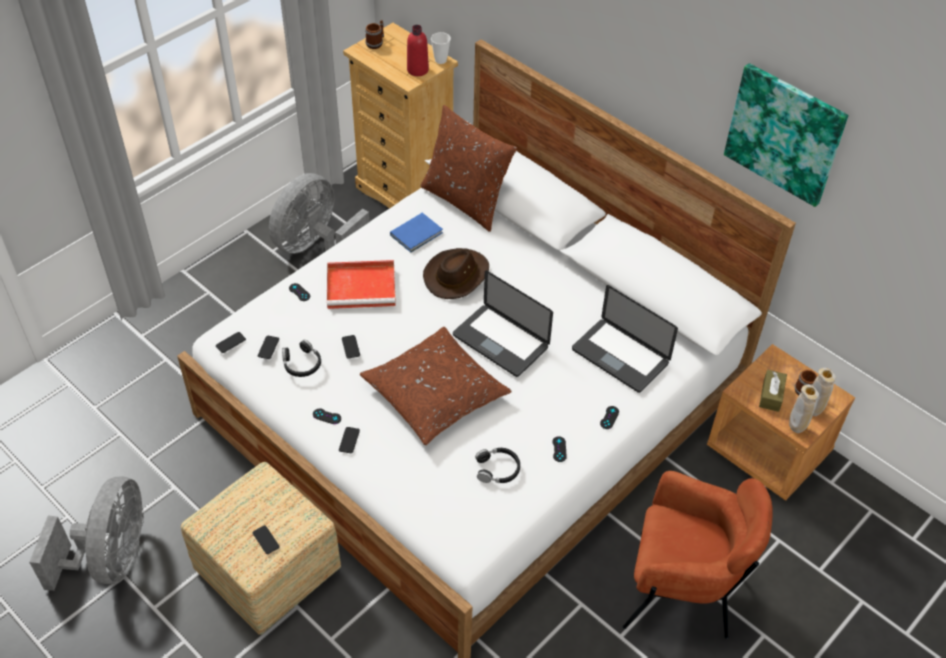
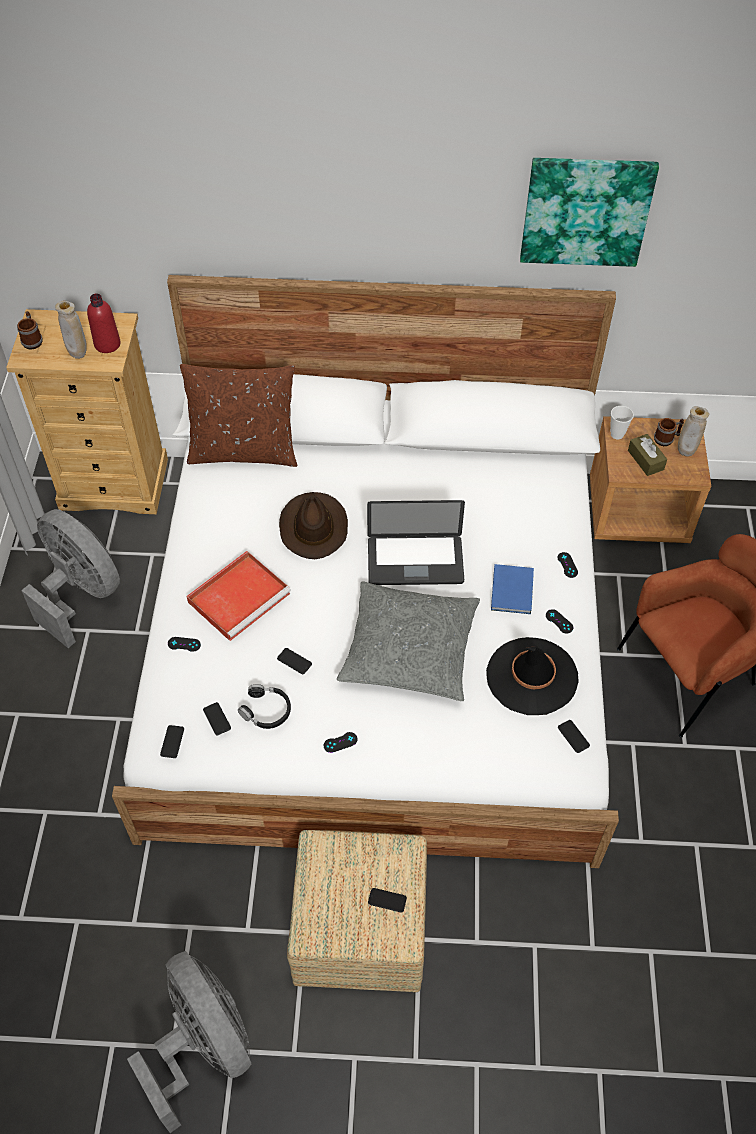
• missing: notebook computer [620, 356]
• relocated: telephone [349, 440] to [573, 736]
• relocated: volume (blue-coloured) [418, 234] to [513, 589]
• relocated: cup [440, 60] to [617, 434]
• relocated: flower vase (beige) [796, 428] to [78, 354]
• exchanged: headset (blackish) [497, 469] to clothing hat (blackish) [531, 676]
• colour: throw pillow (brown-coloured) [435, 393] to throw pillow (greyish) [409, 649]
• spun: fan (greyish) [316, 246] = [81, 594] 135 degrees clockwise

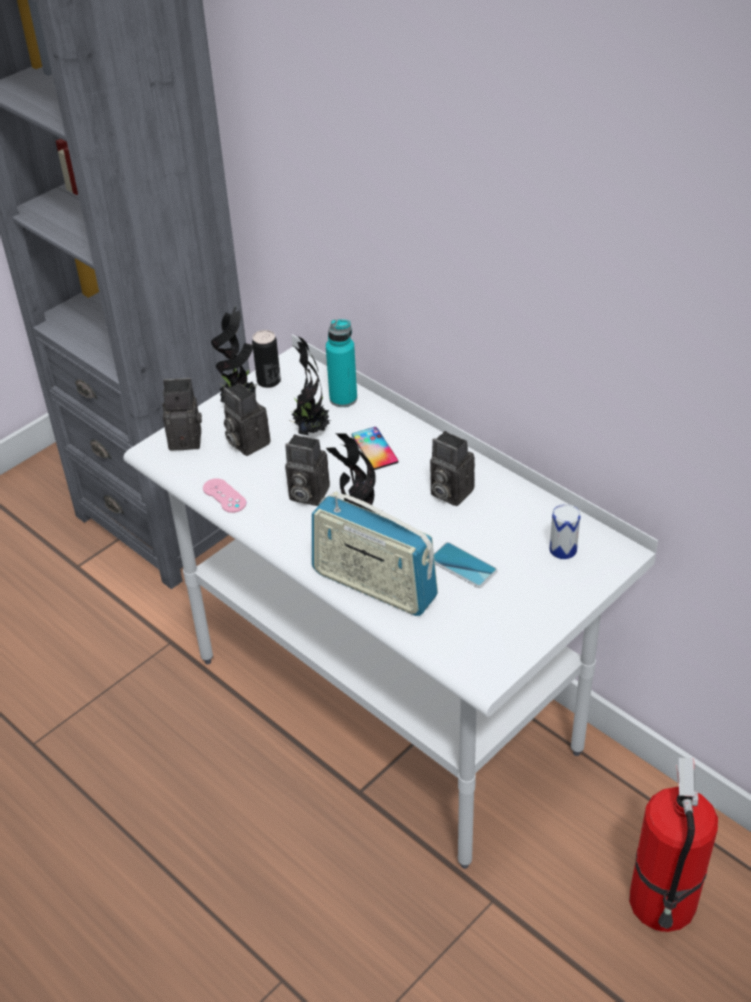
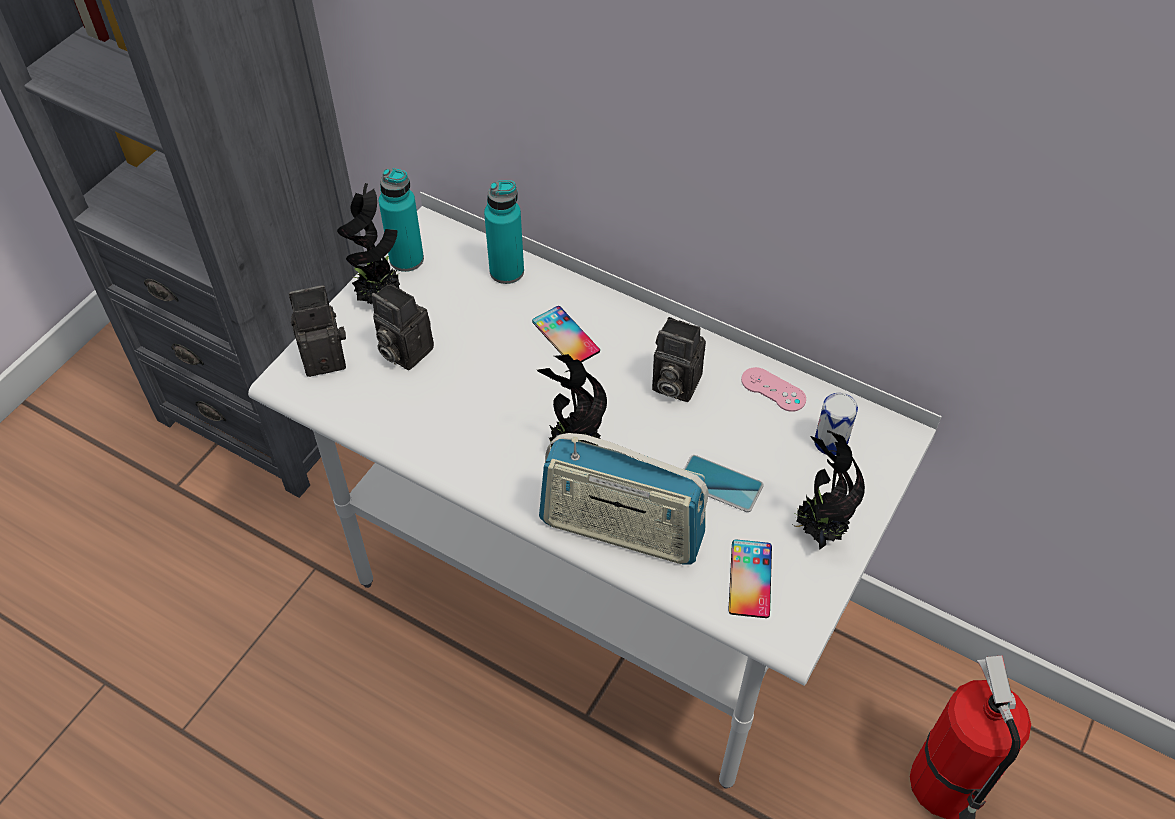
• missing: photo camera [306, 494]
• appeared: telephone [750, 578]
• relocated: game controller (pink-coloured) [224, 496] to [773, 390]
• relocated: potted plant [310, 430] to [817, 529]
• exchanged: metal can [269, 381] to beverage bottle (turquoise) [406, 259]

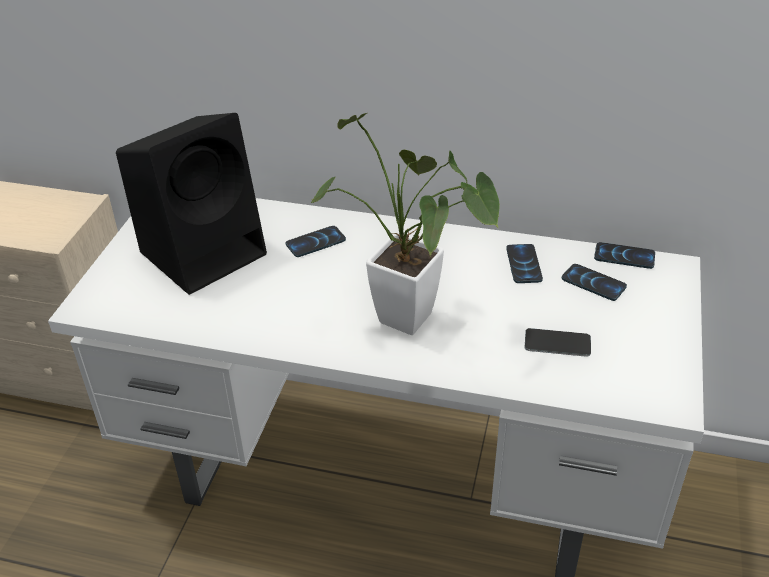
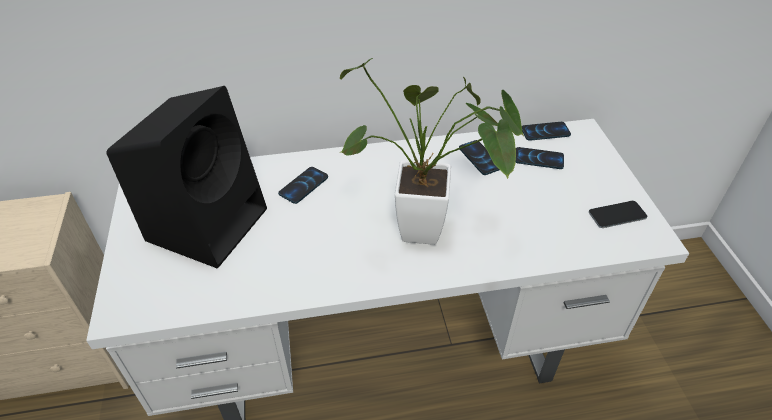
• relocated: telephone [557, 343] to [617, 215]

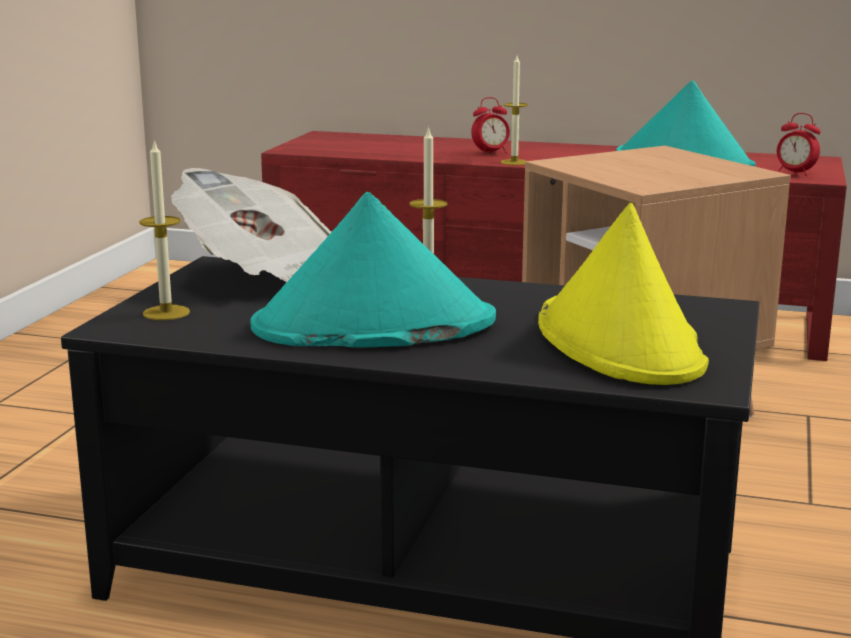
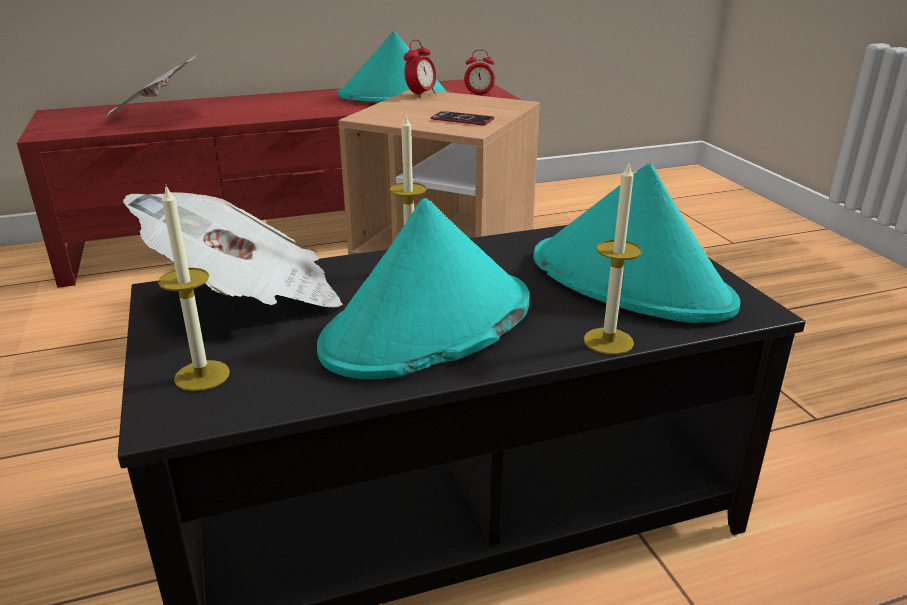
• appeared: daily paper [152, 117]
• appeared: telephone [462, 119]
• relocated: table clock [490, 153] to [420, 95]
• relocated: wax light [514, 162] to [608, 341]
• colour: clothing hat (yellow) [620, 342] to clothing hat (turquoise) [631, 282]

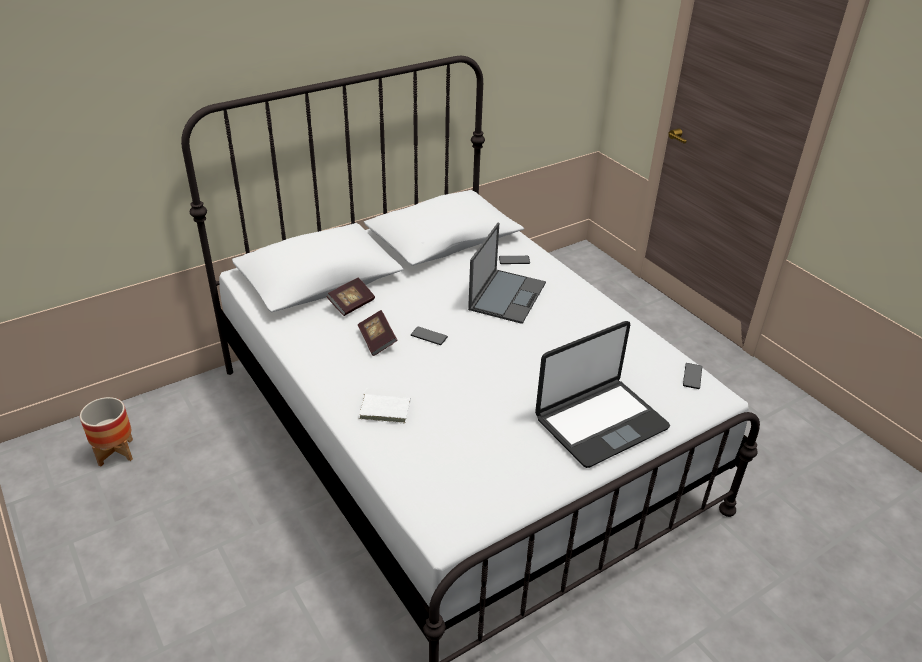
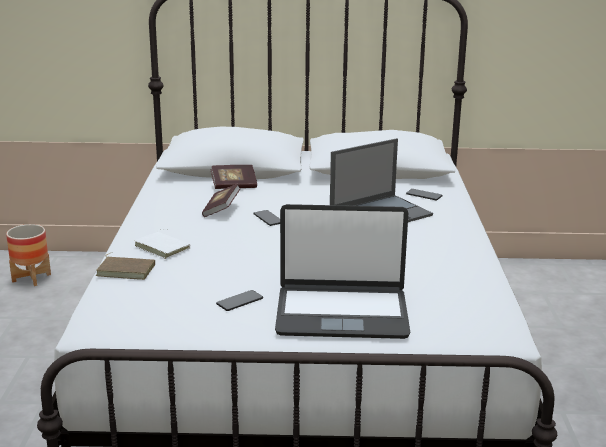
• appeared: volume (brown-coloured) [127, 270]
• relocated: telephone [692, 376] to [239, 301]

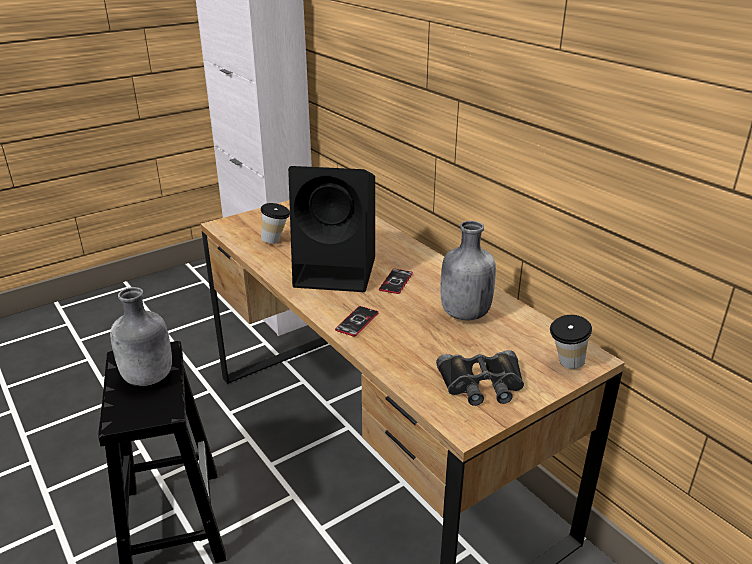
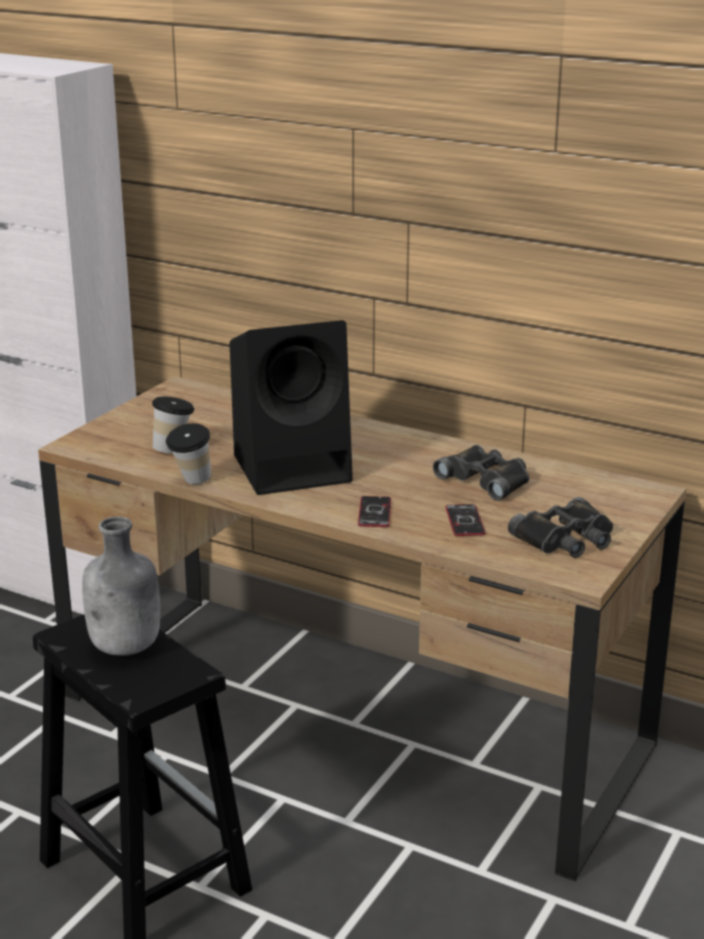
• relocated: telephone [396, 282] to [464, 521]
• relocated: cup [565, 365] to [191, 482]
• exchanged: beverage bottle (greyish) [463, 313] to binoculars (blackish) [486, 479]

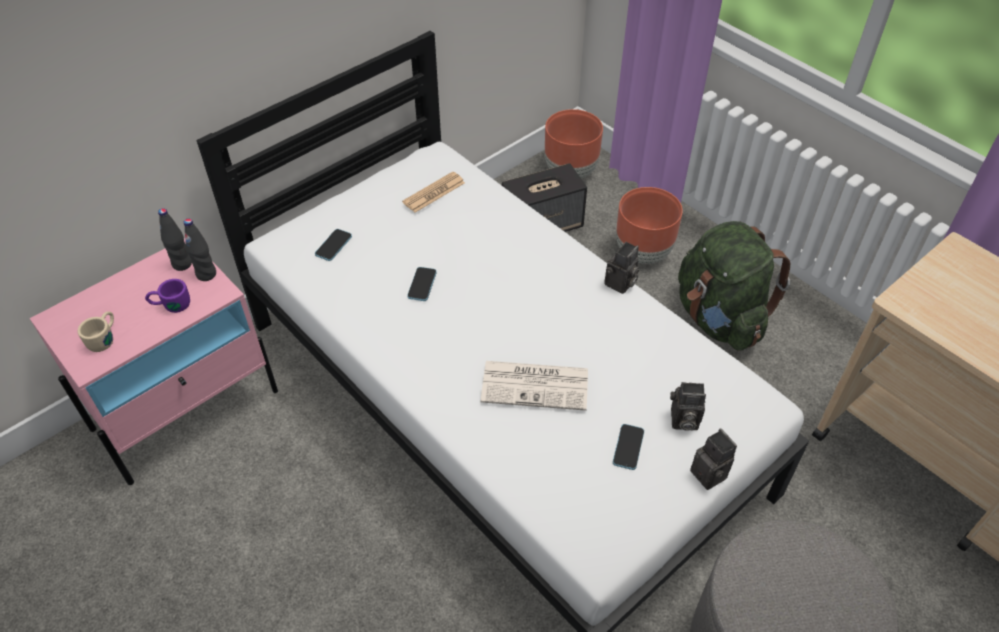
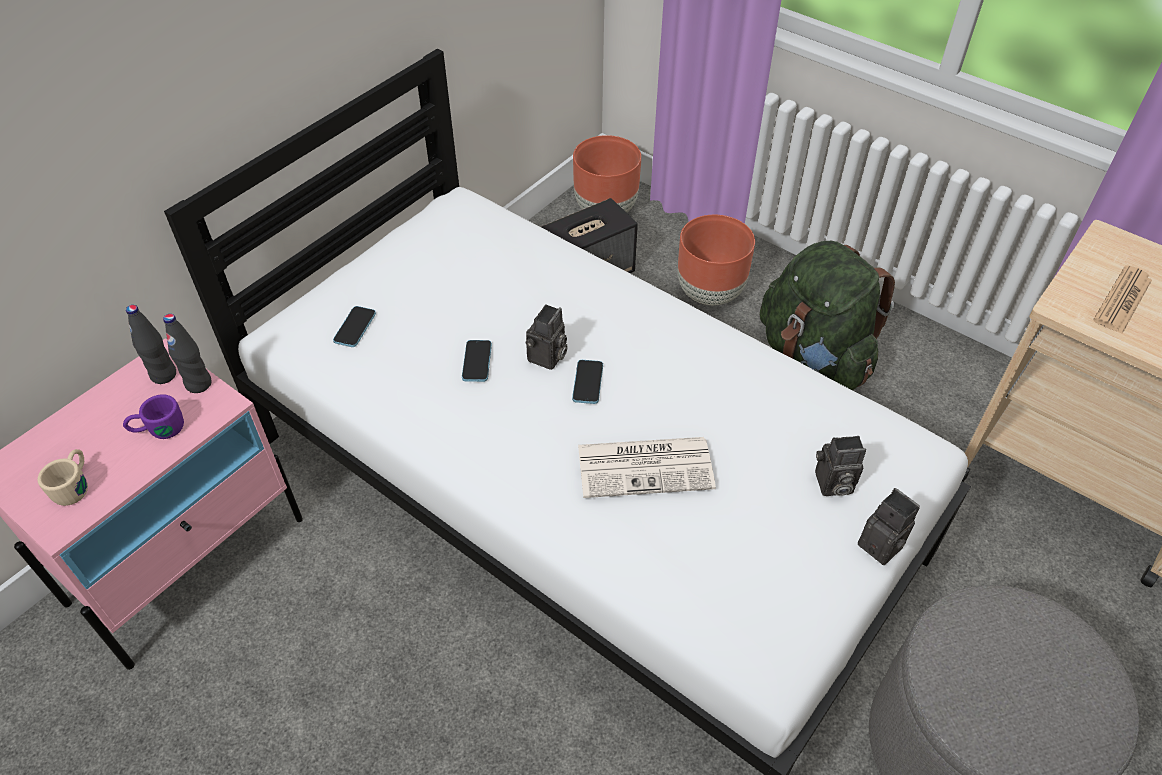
• relocated: daily paper [434, 193] to [1122, 300]
• relocated: photo camera [620, 284] to [547, 358]
• relocated: telephone [628, 447] to [587, 383]

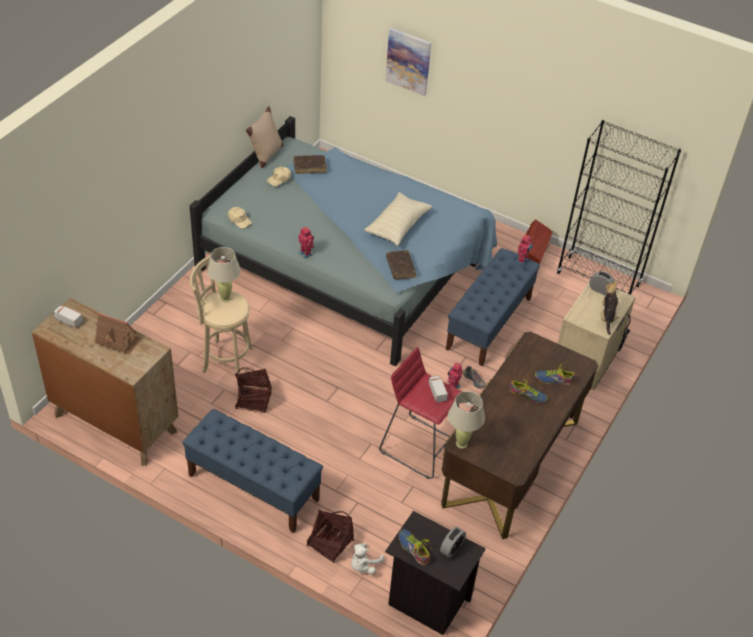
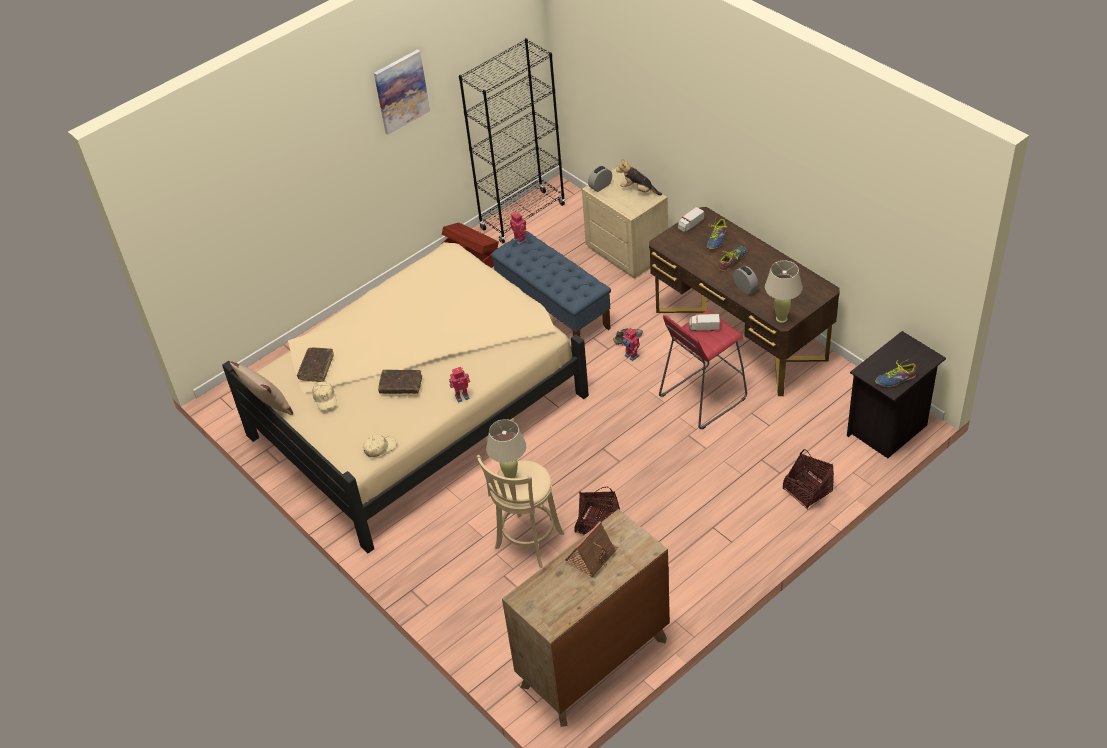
• missing: long seat (blue-coloured) [253, 487]
• missing: plush toy (whitish) [363, 565]
• missing: throw pillow (beige) [397, 226]
• relocated: toy lorry [68, 320] to [690, 224]
• relocated: wall art [408, 61] to [401, 91]
• relocated: volume (brown-coloured) [400, 268] to [401, 385]
• relocated: table clock [451, 548] to [745, 288]
• colour: bed (blue-coloured) [348, 264] to bed (beige) [418, 406]

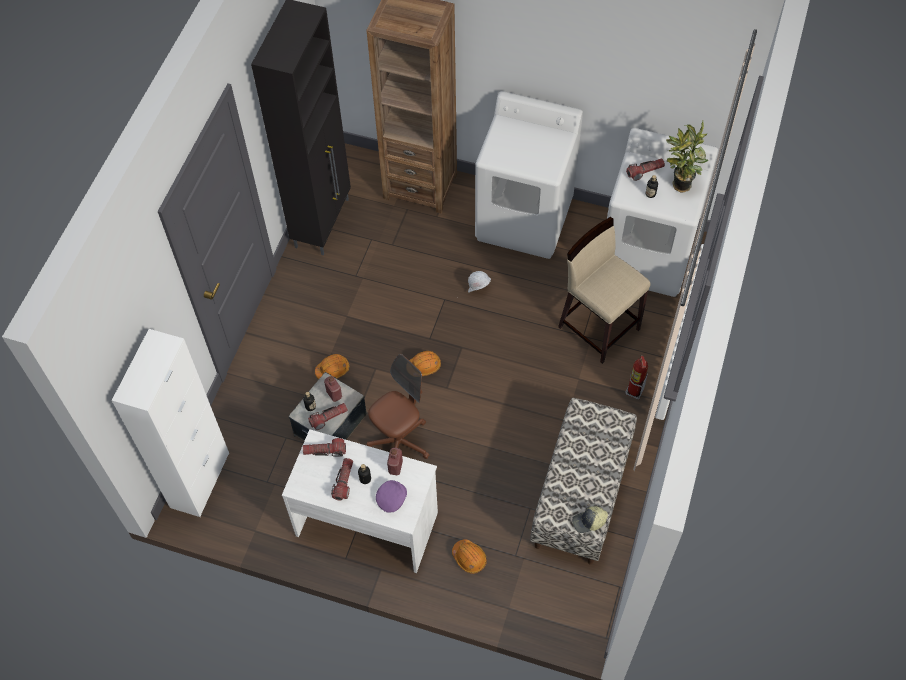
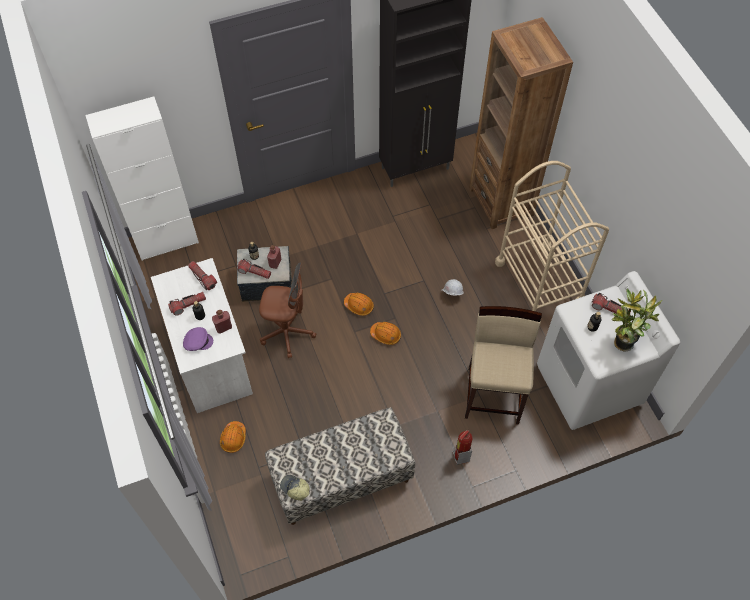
• relocated: hard hat (orange) [333, 370] to [386, 335]
• exchanged: laundry appliance (whitish) [524, 219] to cart (beige) [538, 283]

